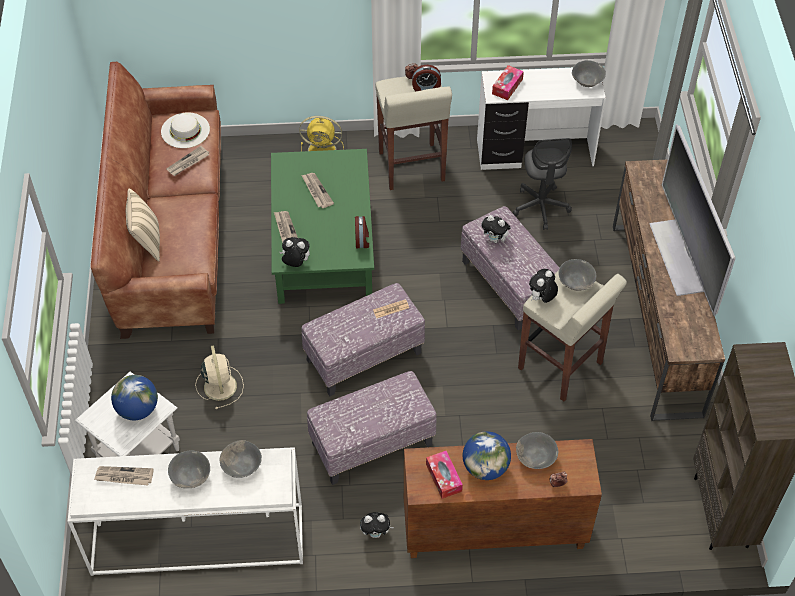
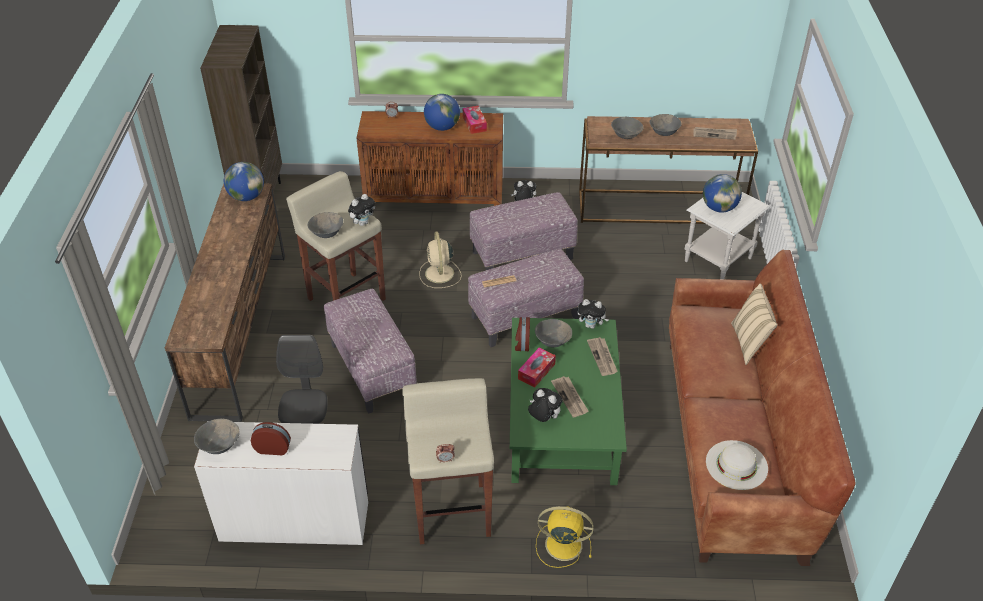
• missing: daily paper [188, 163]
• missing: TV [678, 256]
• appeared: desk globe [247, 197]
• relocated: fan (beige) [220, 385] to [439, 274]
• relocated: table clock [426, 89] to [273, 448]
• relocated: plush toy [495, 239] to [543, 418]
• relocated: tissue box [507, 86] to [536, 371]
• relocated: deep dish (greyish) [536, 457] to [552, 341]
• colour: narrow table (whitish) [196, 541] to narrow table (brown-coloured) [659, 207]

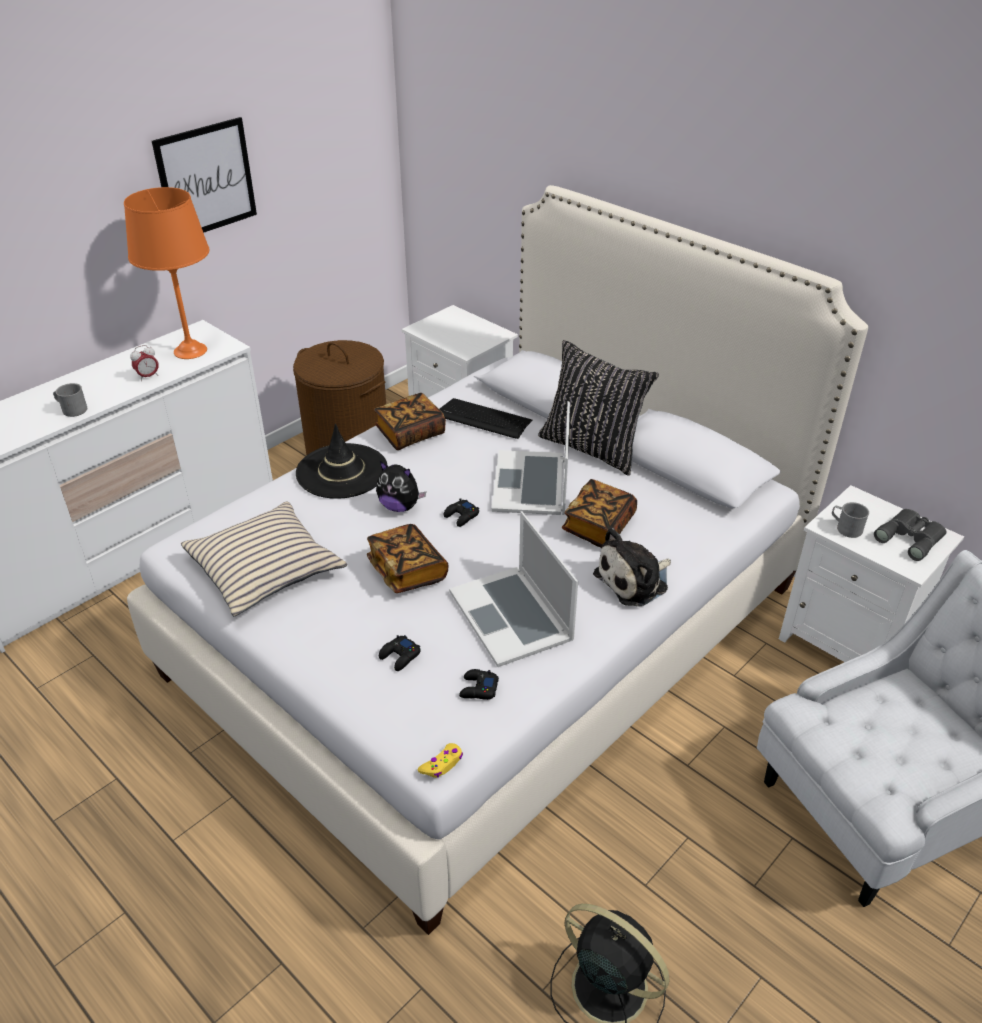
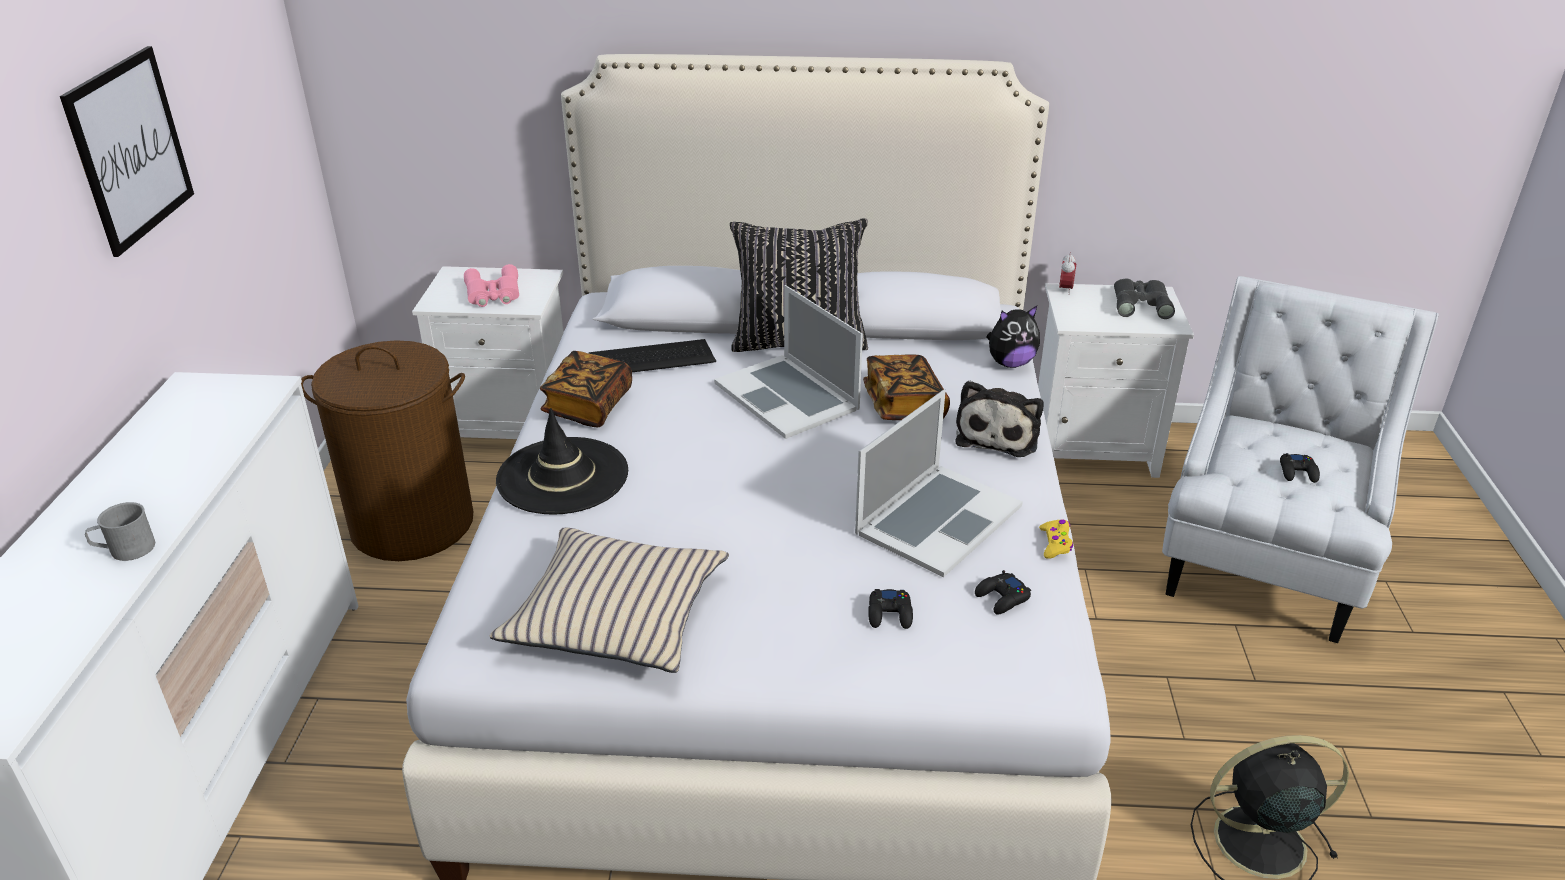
• missing: tabletop lamp (orange) [189, 351]
• missing: volume [407, 571]
• missing: coffee mug (greyish) [845, 528]
• appeared: binoculars (pink-coloured) [493, 294]
• relocated: table clock [148, 376] to [1065, 290]
• relocated: plush toy [400, 506] to [1010, 363]
• relocated: game controller (yellow) [442, 764] to [1055, 543]
• relocated: game controller (blackish) [461, 516] to [1298, 472]
• spun: notebook computer [511, 615] = [937, 519] 75 degrees counterclockwise

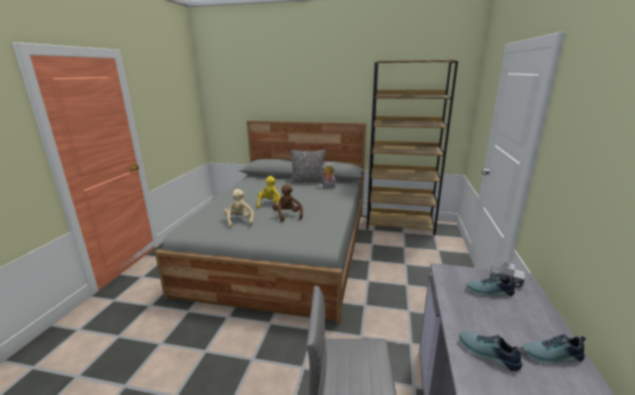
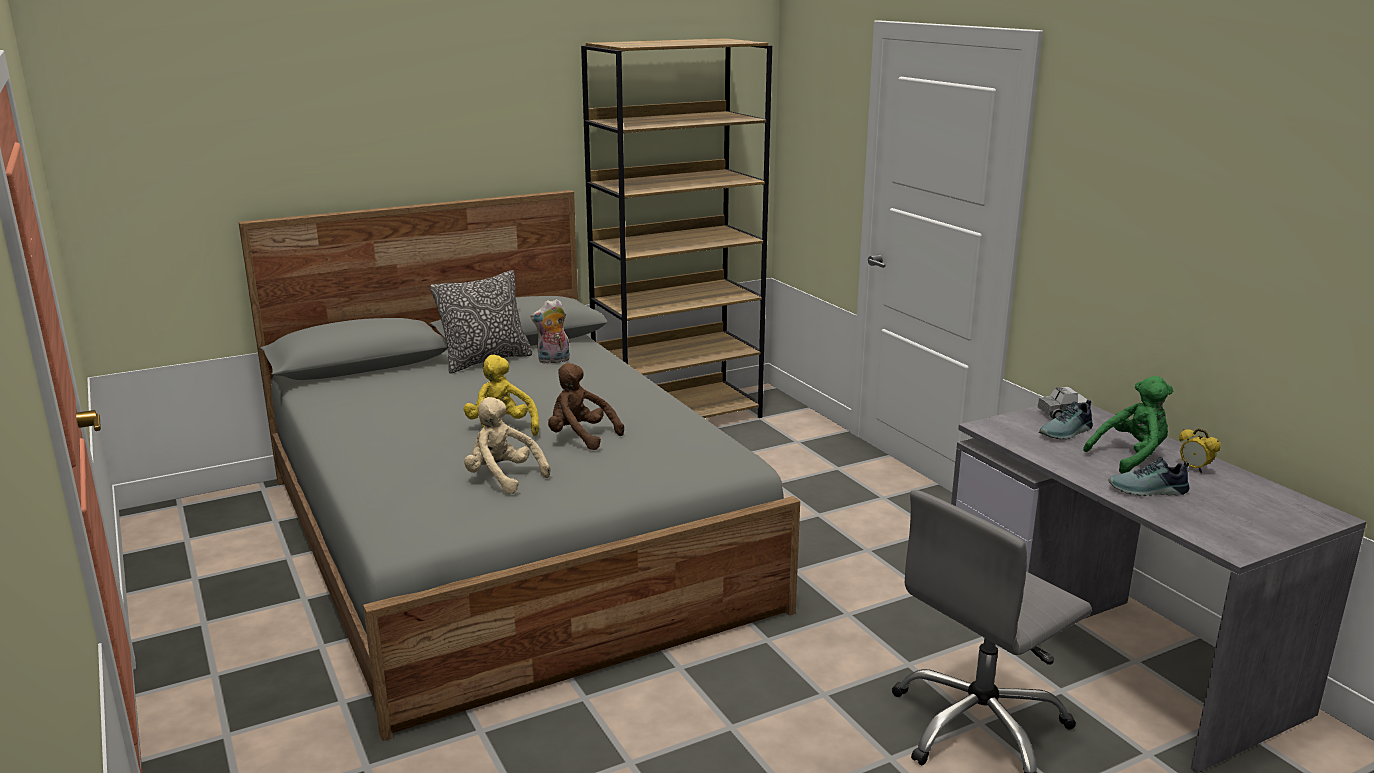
• appeared: plush toy (greenish) [1131, 457]
• exchanged: low shoe [553, 356] to table clock [1194, 469]

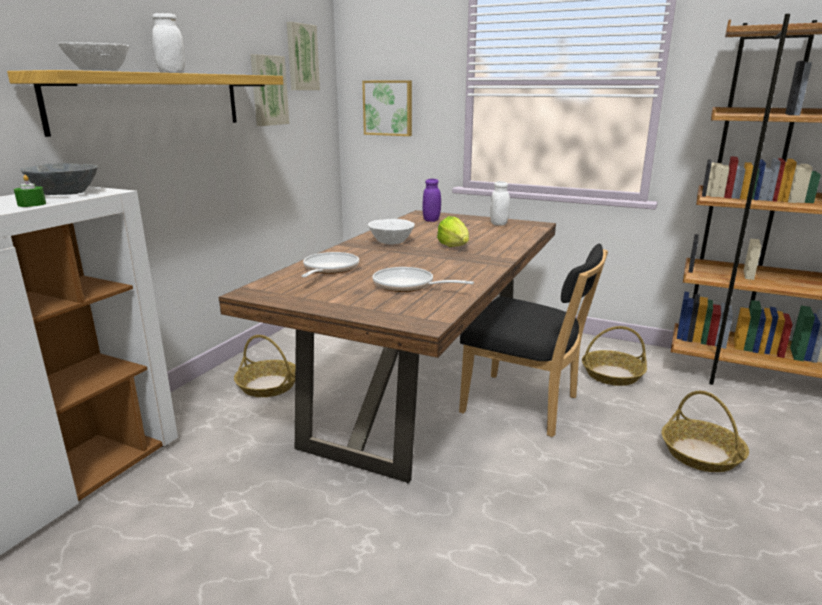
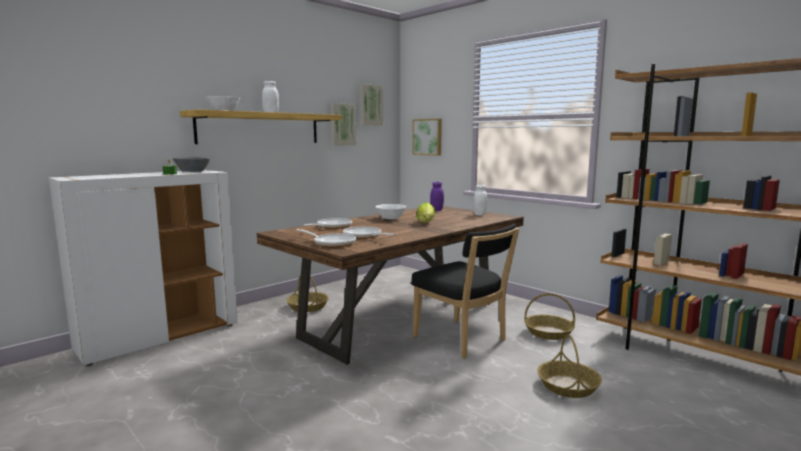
• appeared: pan [332, 243]

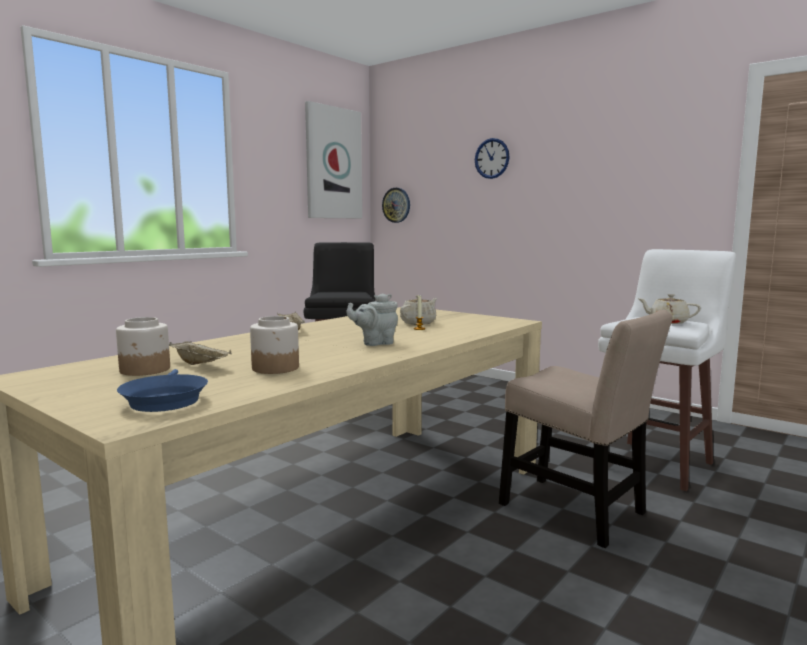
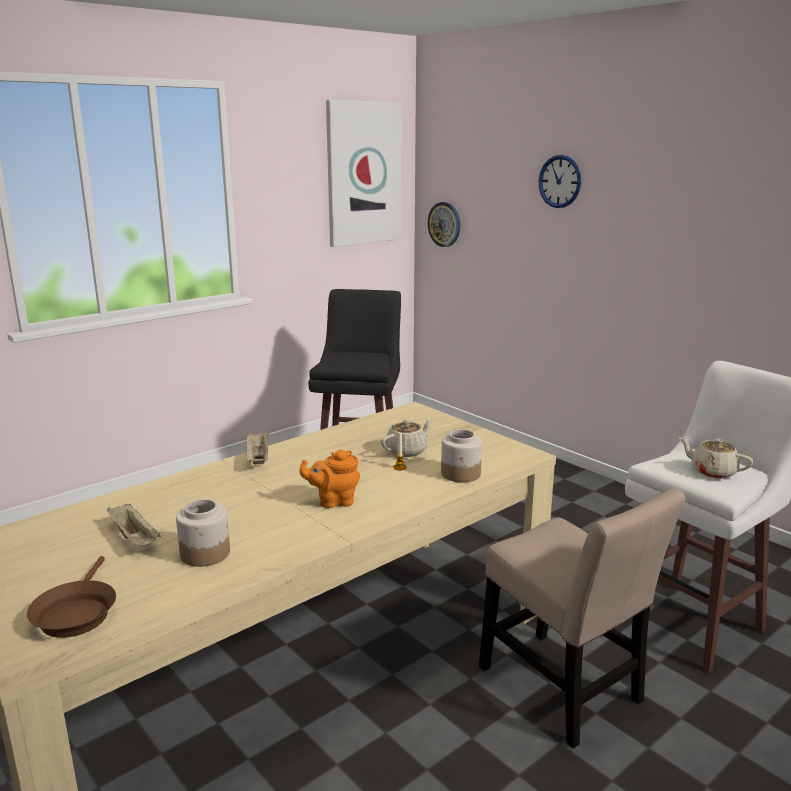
• relocated: jar [145, 370] to [461, 474]
• colour: pan (blue-coloured) [165, 400] to pan (brown-coloured) [76, 613]
• colour: teapot (greyish) [375, 343] to teapot (orange) [333, 501]

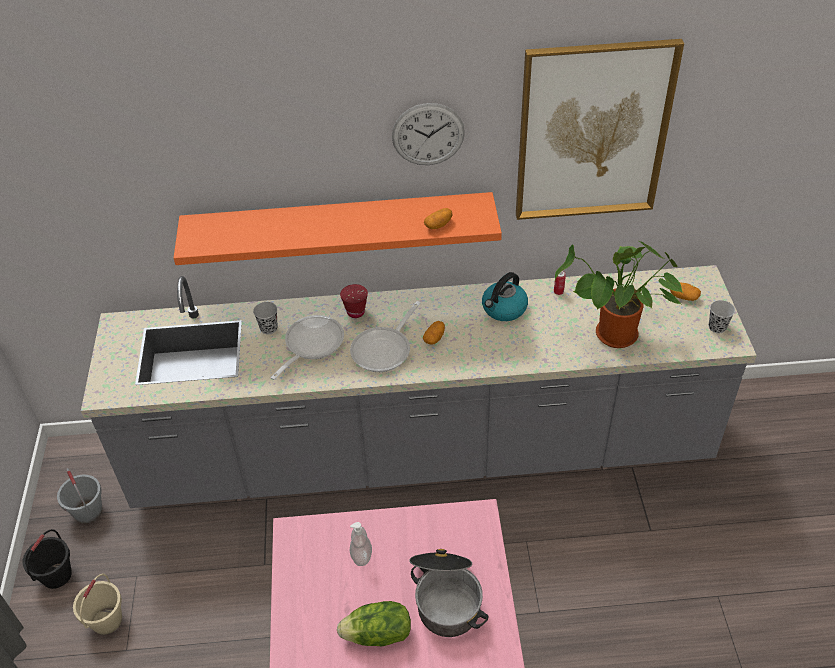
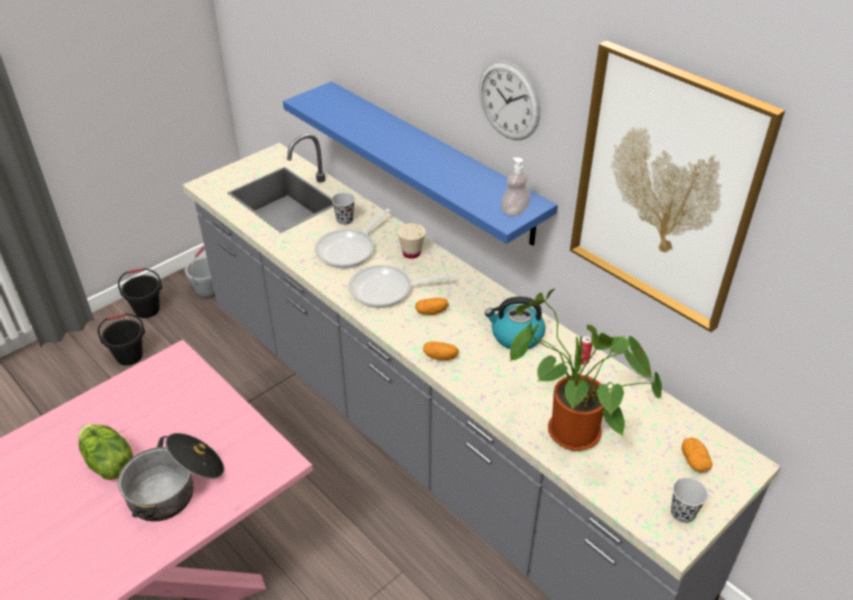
• relocated: soap dispenser [361, 555] to [514, 211]
• relocated: potato [438, 225] to [440, 356]
• colour: bucket (beige) [106, 620] to bucket (blackish) [129, 356]
• colour: shelf (orange) [339, 224] to shelf (blue-coloured) [432, 161]
• colour: cup (red-coloured) [355, 312] to cup (beige) [411, 253]
• spun: pan [311, 345] = [349, 249] 135 degrees clockwise

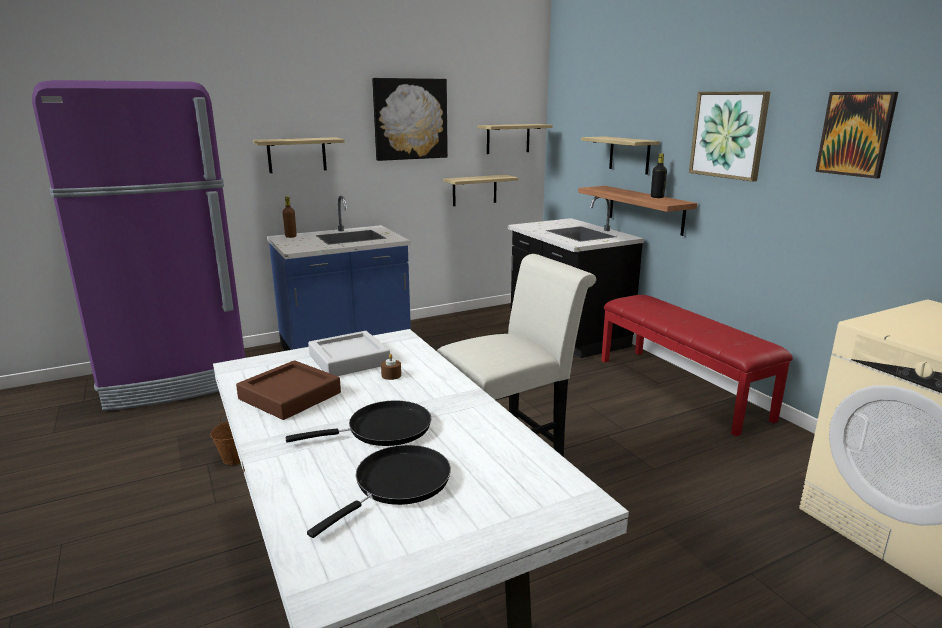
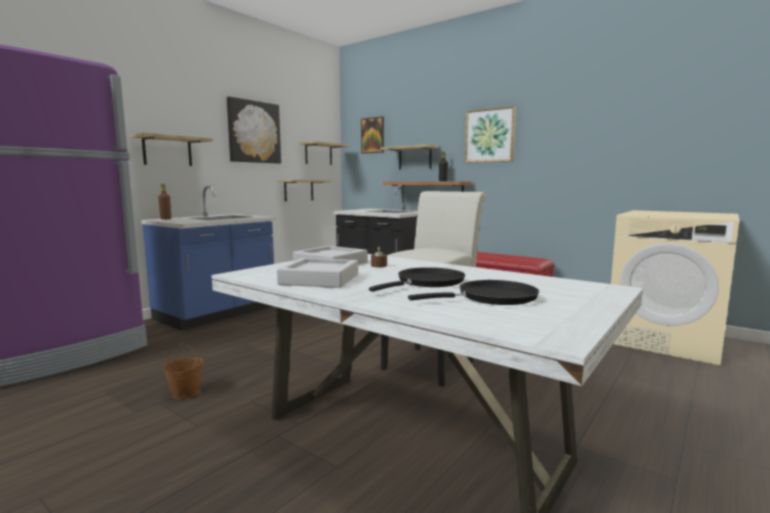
• relocated: wall art [855, 134] to [373, 135]
• colour: tray (brown-coloured) [290, 396] to tray (greyish) [319, 279]
• spun: pan (blackish) [398, 484] = [492, 298] 60 degrees clockwise

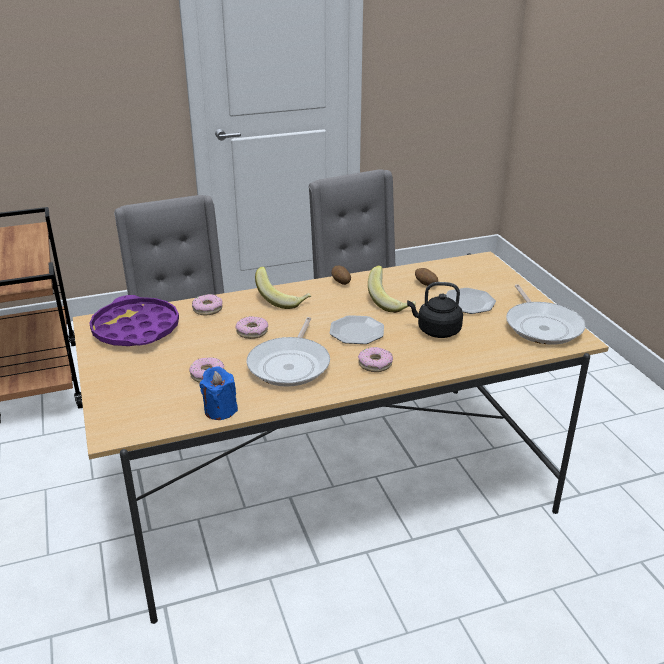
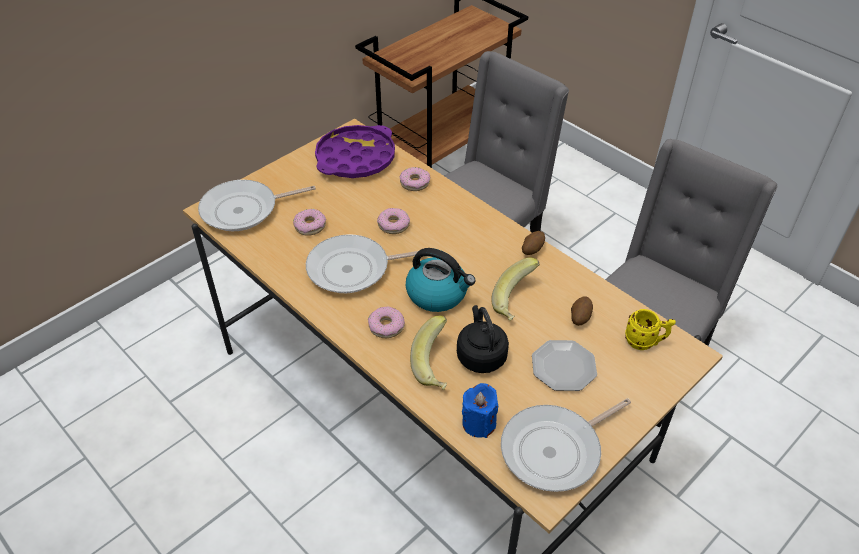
• appeared: pan [244, 210]
• appeared: coffee mug (yellow) [645, 342]
• relocated: wax light (blue-coloured) [220, 410] to [479, 423]
• relocated: banana fruit [283, 300] to [436, 365]
• exchanged: flat dish [356, 332] to water kettle [438, 294]

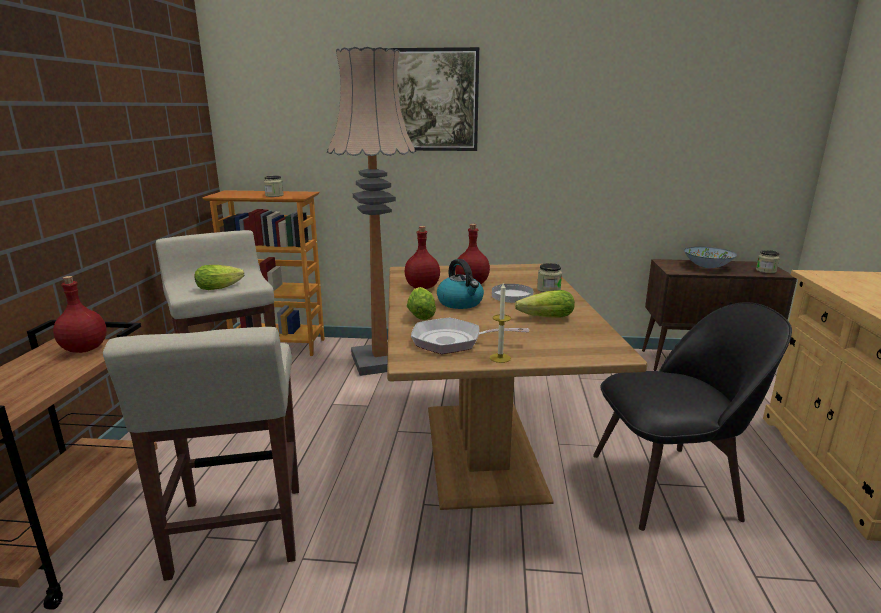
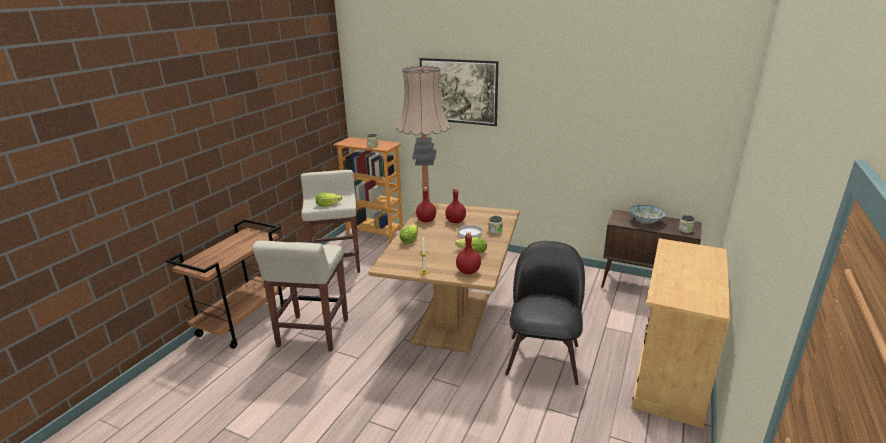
• missing: pan [452, 341]
• missing: water kettle [460, 303]
• relocated: beverage bottle (red-coloured) [84, 349] to [468, 271]
• spun: upright chair (blackish) [669, 485] = [543, 357] 90 degrees counterclockwise

